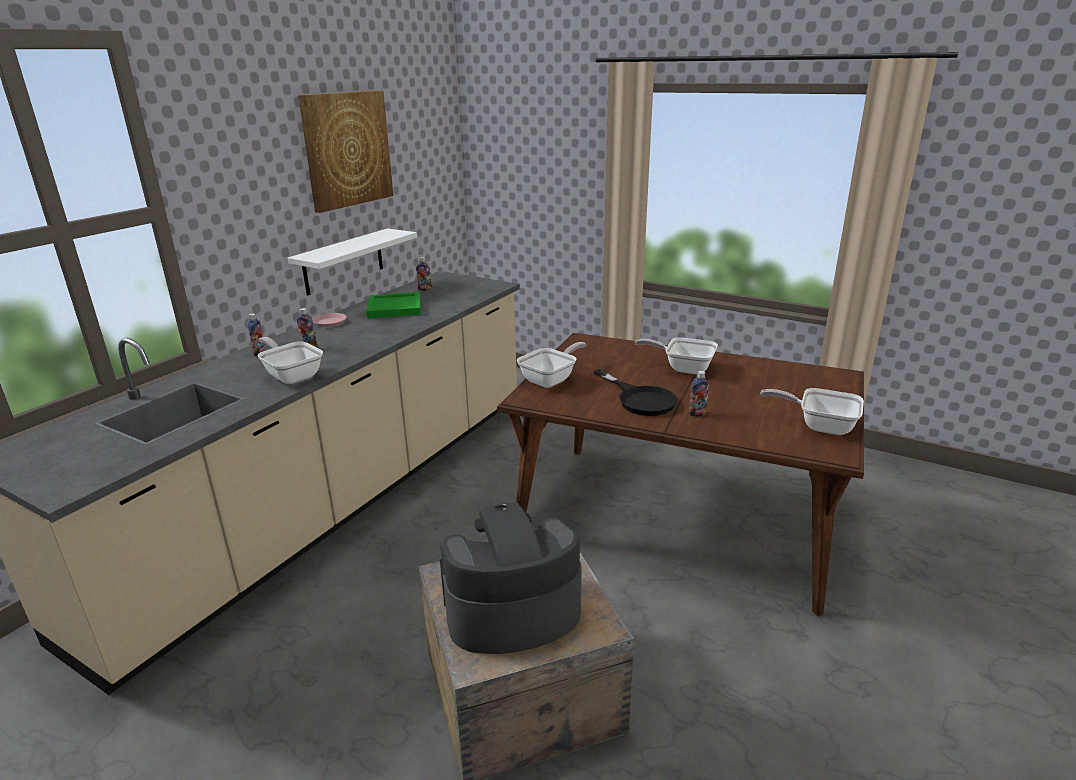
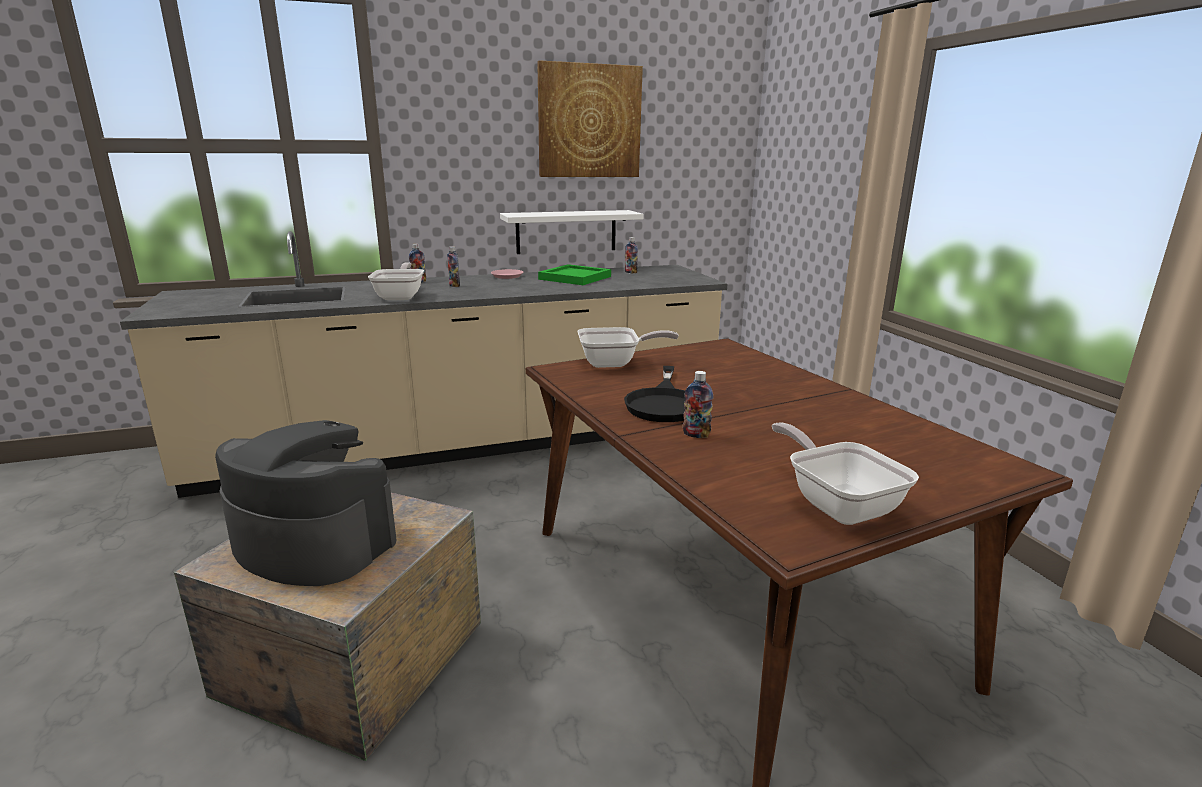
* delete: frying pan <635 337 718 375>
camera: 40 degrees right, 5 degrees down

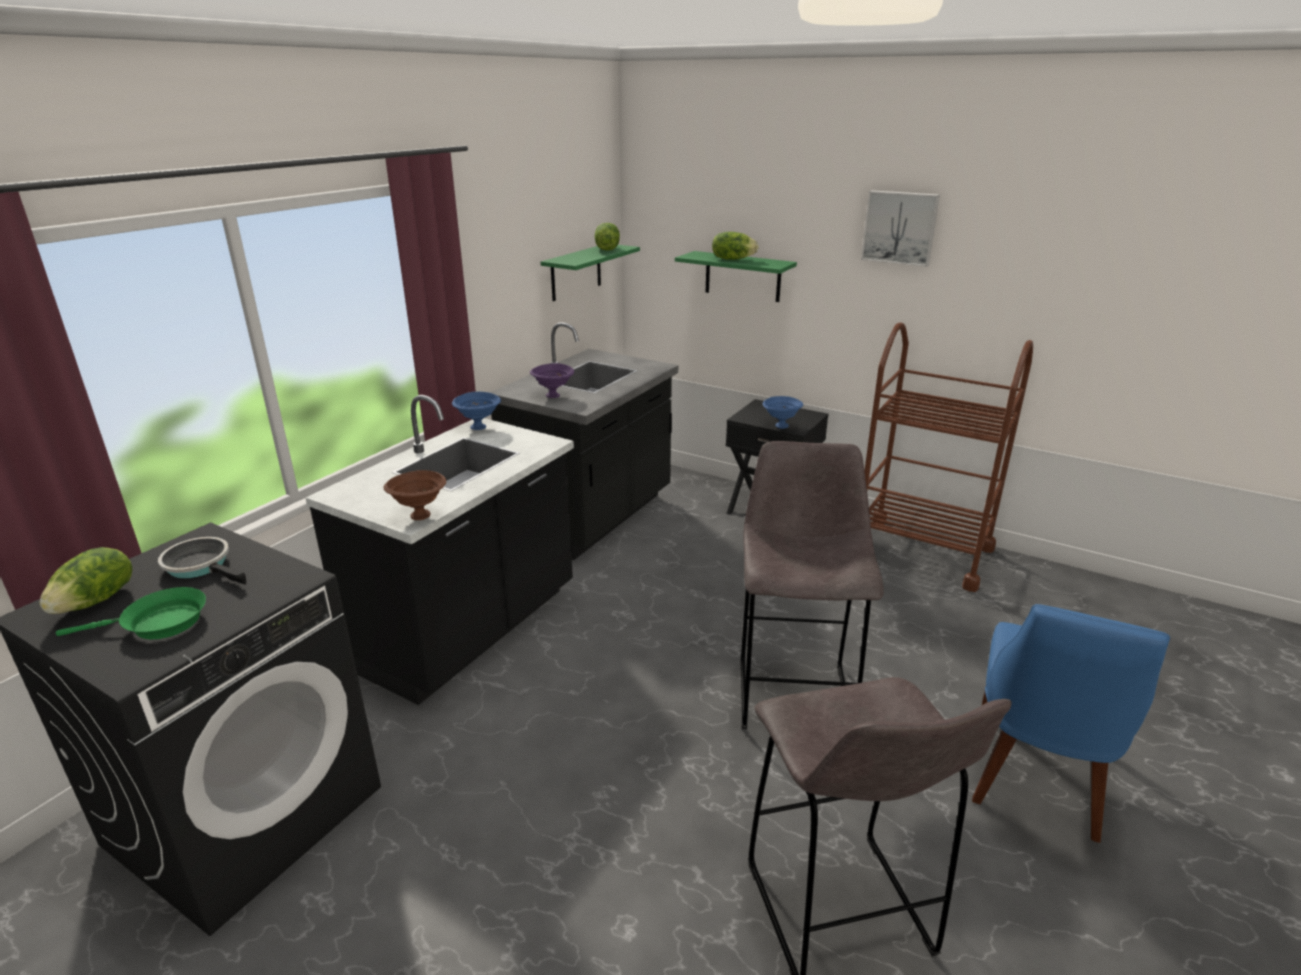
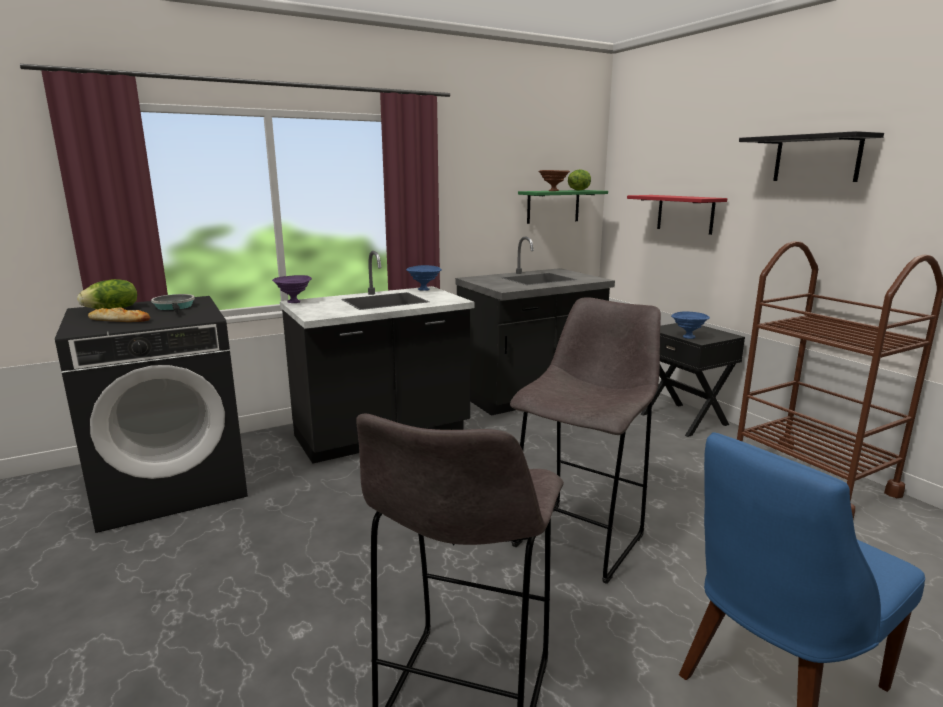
* replace: picture <861 190 940 267> to black shelf <739 131 884 182>
* delete: lettuce <712 232 759 260>
* recolor: green shelf <675 251 797 302> to red shelf <627 195 727 235>
* move: purple bowl <530 363 574 398> to <272 275 312 303>
* move: brown bowl <383 470 446 520> to <539 170 570 191>
* replace: green frying pan <56 587 206 639> to bread <88 307 150 322>
camera: 30 degrees right, 10 degrees down

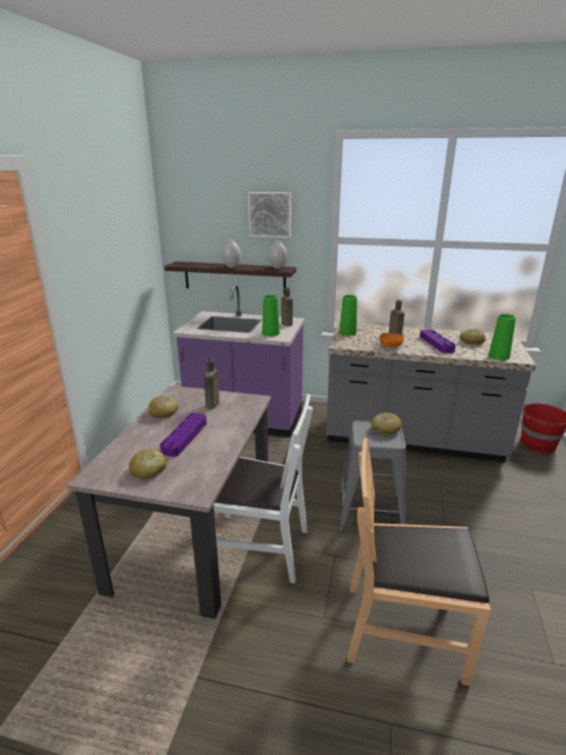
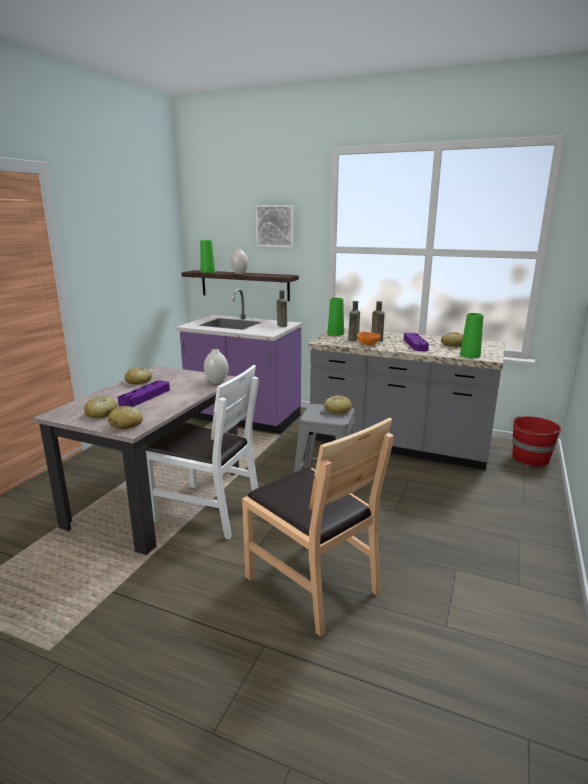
* move: white vase <268 240 287 269> to <204 349 228 384>
* move: green vase <262 295 280 336> to <200 240 215 273>
* move: brown bottle <204 359 219 409> to <348 301 360 341>
* rotate: brown chair <347 438 491 686> = <242 418 394 636> 150 degrees counterclockwise
* insert: bread <108 406 143 429>
camera: 10 degrees right, 5 degrees down

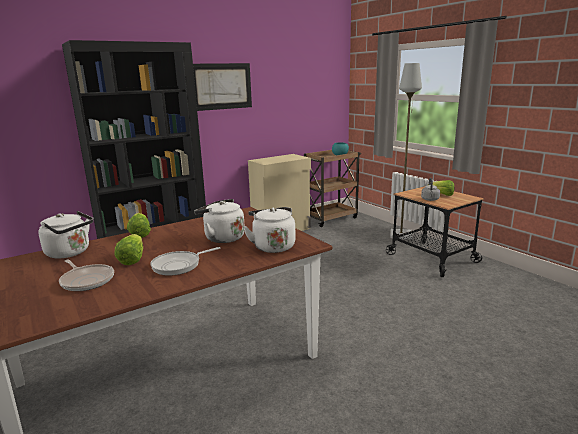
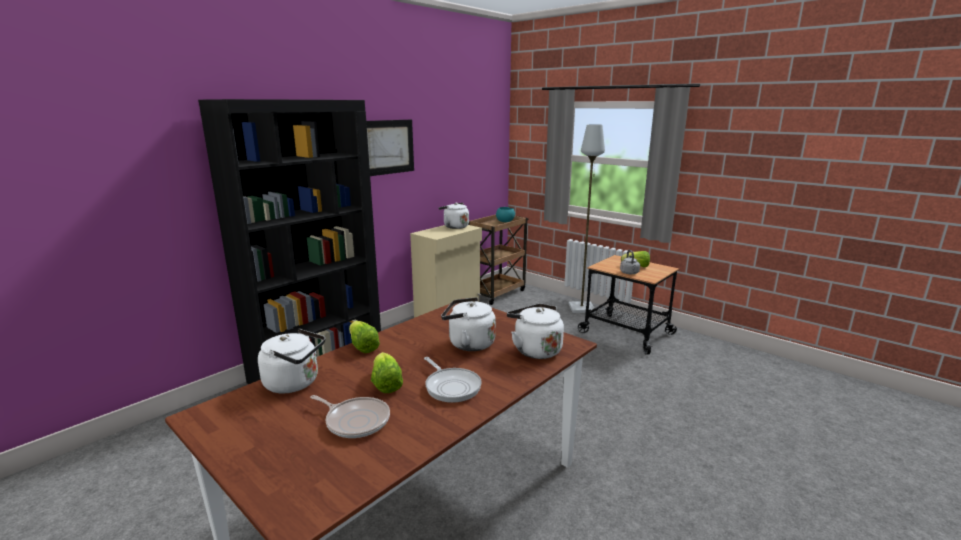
* rotate: frying pan <150 247 220 276> = <424 357 482 403> 75 degrees counterclockwise
* insert: white kettle <439 203 469 229>
camera: 15 degrees left, 0 degrees up

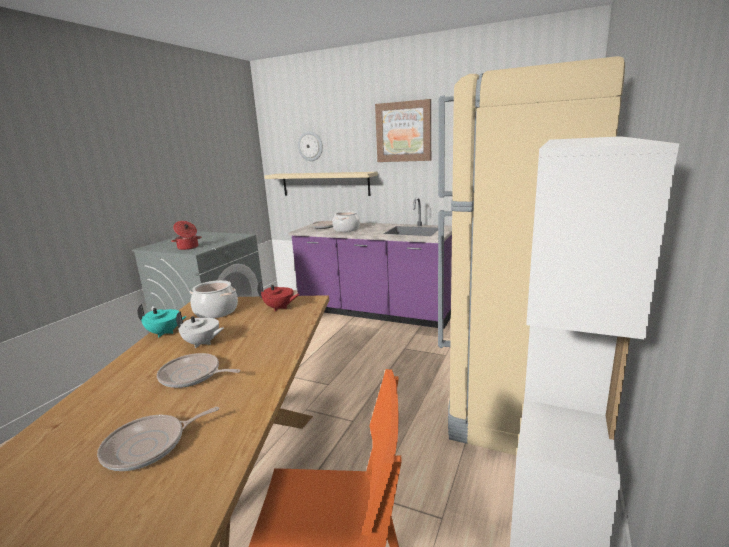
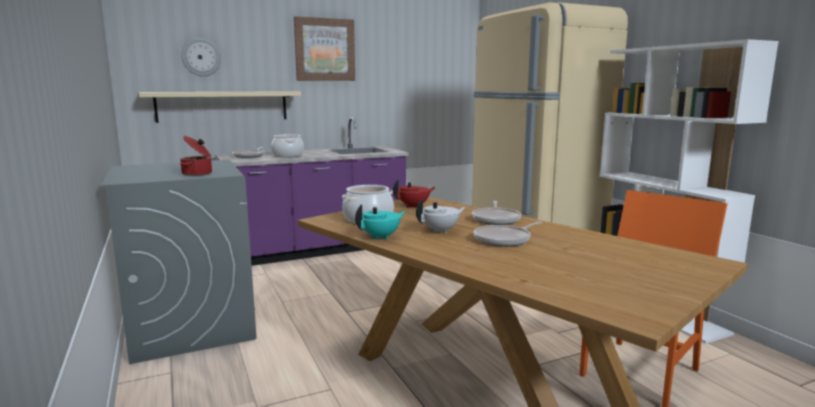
* move: frying pan <97 407 219 471> to <472 201 521 225>
camera: 50 degrees left, 5 degrees down

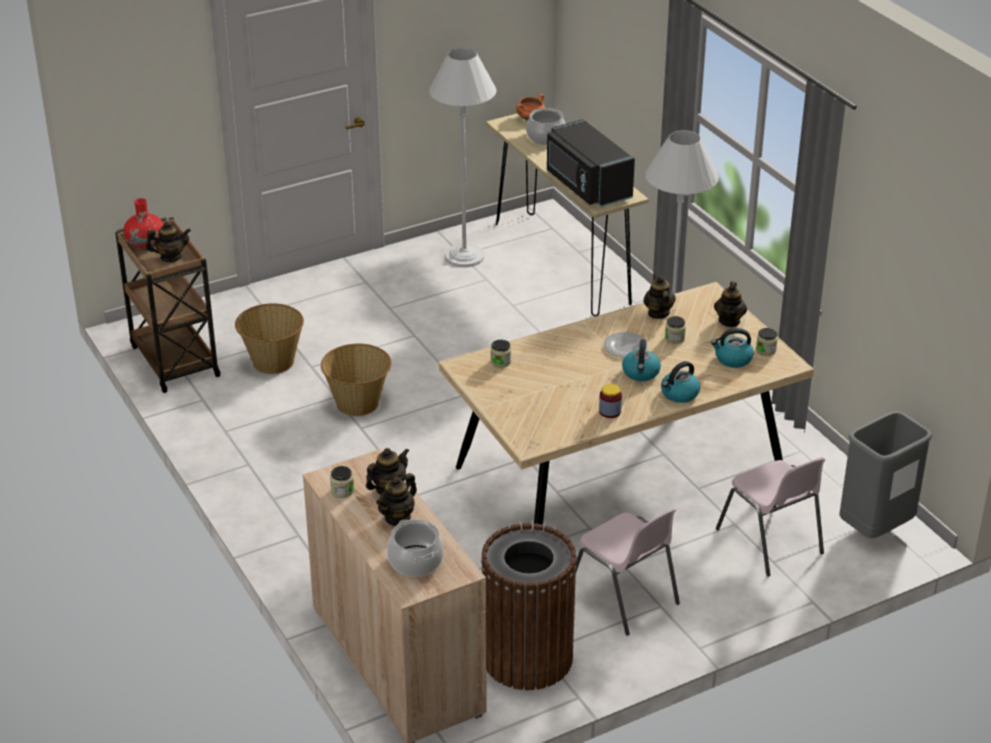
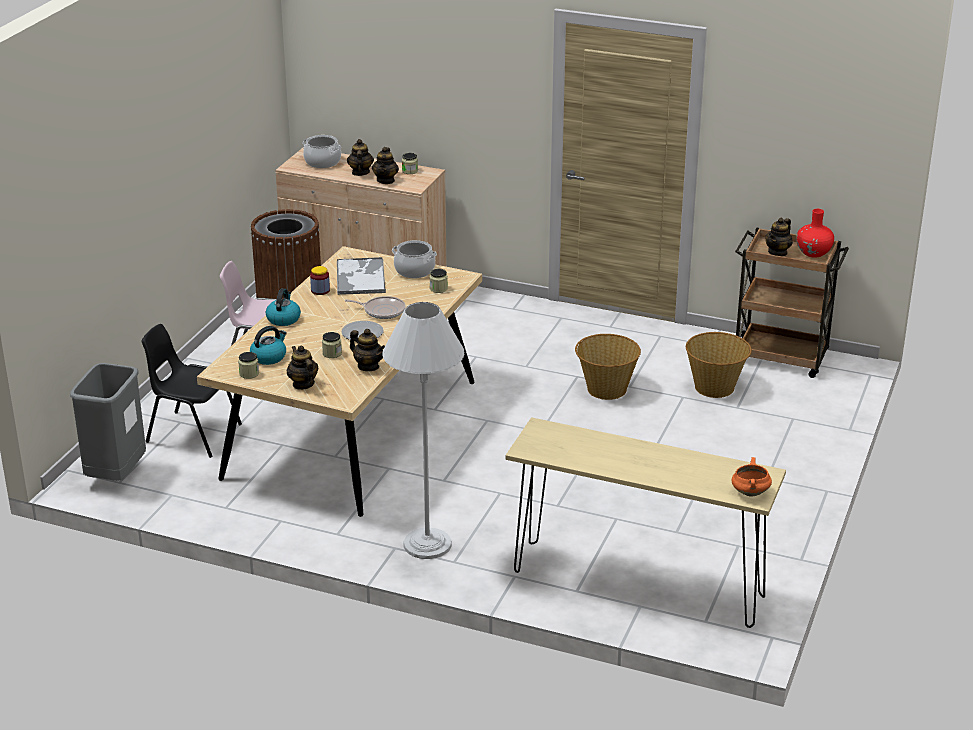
* delete: white floor lamp <429 48 496 267>
* move: cooking pot <526 108 566 145> to <392 240 437 278>
* delete: black microwave <547 119 635 207>
* delete: kettle <622 339 661 381>
* recolor: pink chair <716 457 825 577> to black chair <142 324 242 458>
* insert: tray <337 257 386 295>
* insert: frying pan <345 296 406 319>
camera: 140 degrees right, 5 degrees down

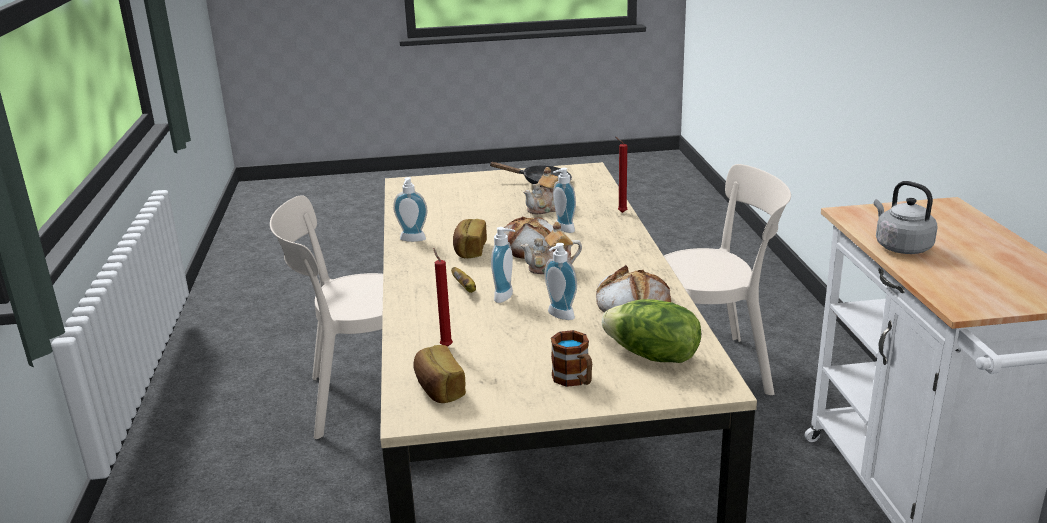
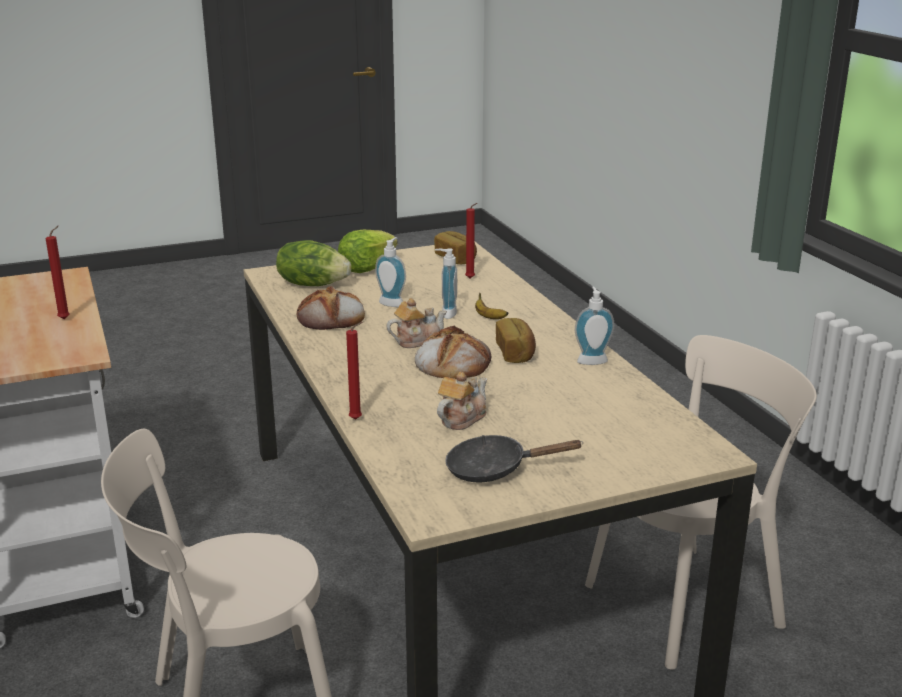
* delete: soap dispenser <553 168 576 233>
* replace: grey kettle <874 181 938 254> to red candle <46 226 70 319>
* replace: mug <551 330 592 387> to lettuce <338 230 398 273>
camera: 165 degrees right, 0 degrees up

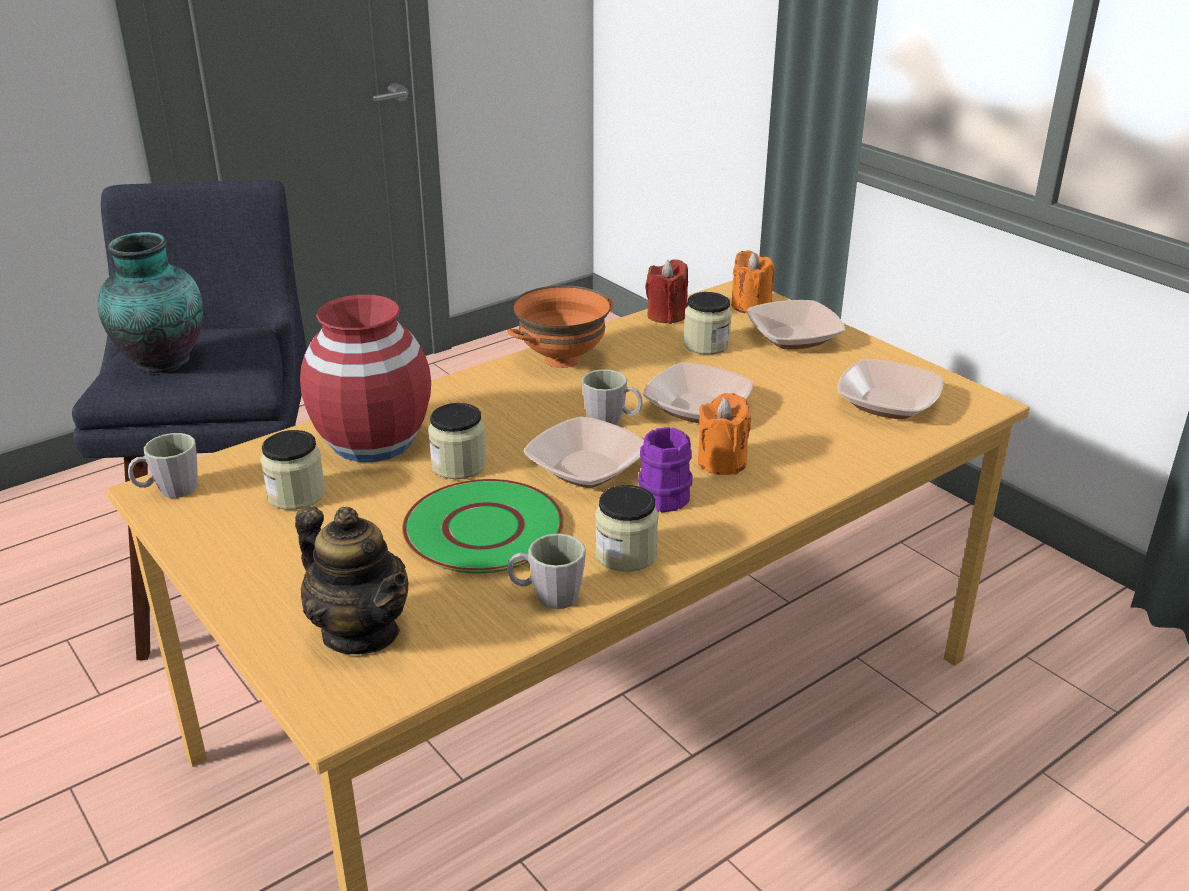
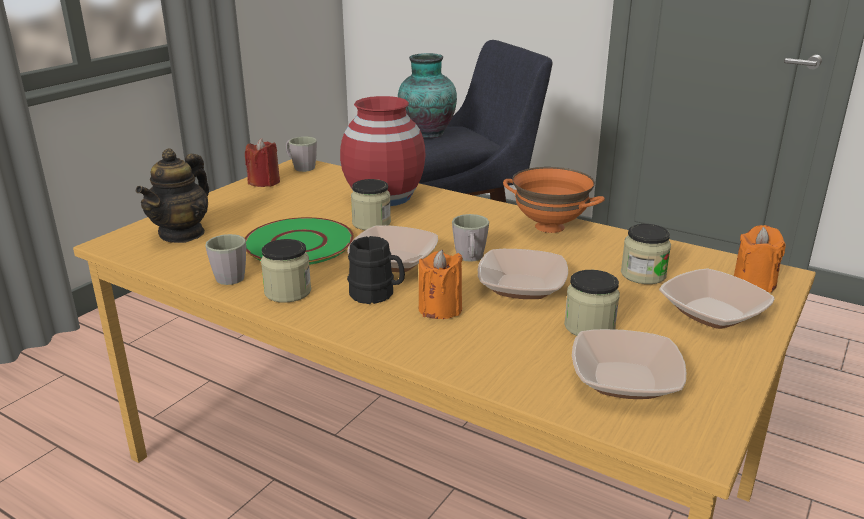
* move: red candle <645 259 688 324> to <245 138 280 187>
* recolor: purple mug <638 427 693 513> to black mug <347 236 405 304>
* move: jar <260 430 326 510> to <564 270 620 336>
camera: 70 degrees right, 5 degrees down

